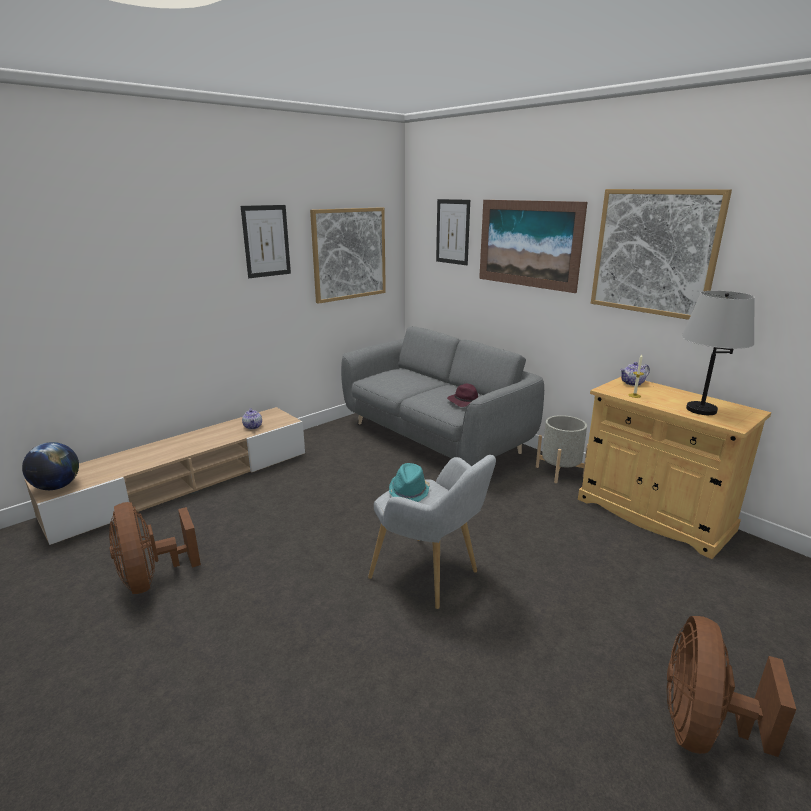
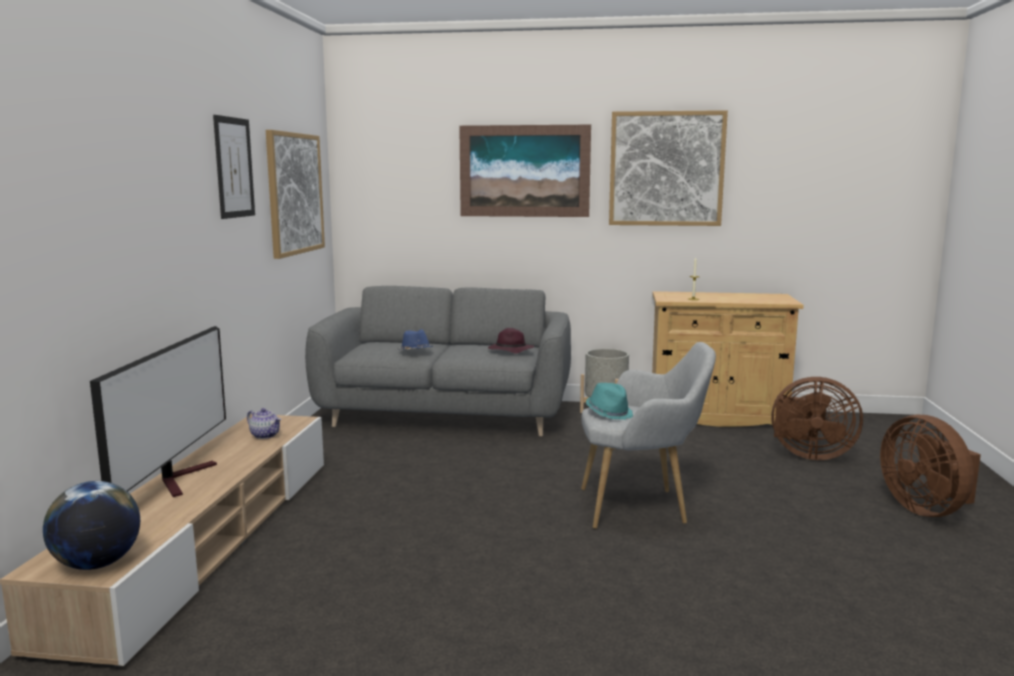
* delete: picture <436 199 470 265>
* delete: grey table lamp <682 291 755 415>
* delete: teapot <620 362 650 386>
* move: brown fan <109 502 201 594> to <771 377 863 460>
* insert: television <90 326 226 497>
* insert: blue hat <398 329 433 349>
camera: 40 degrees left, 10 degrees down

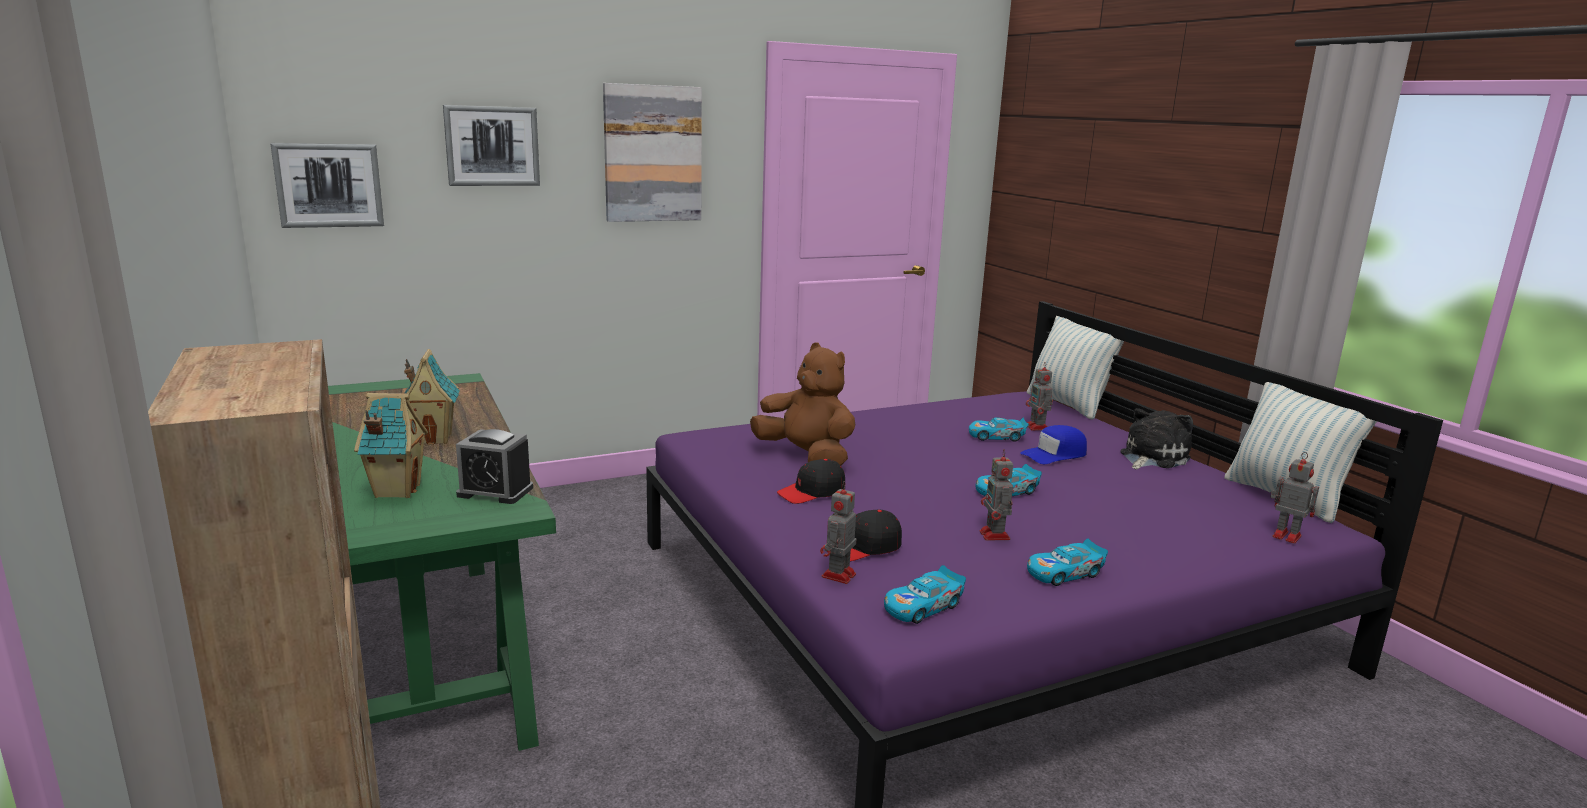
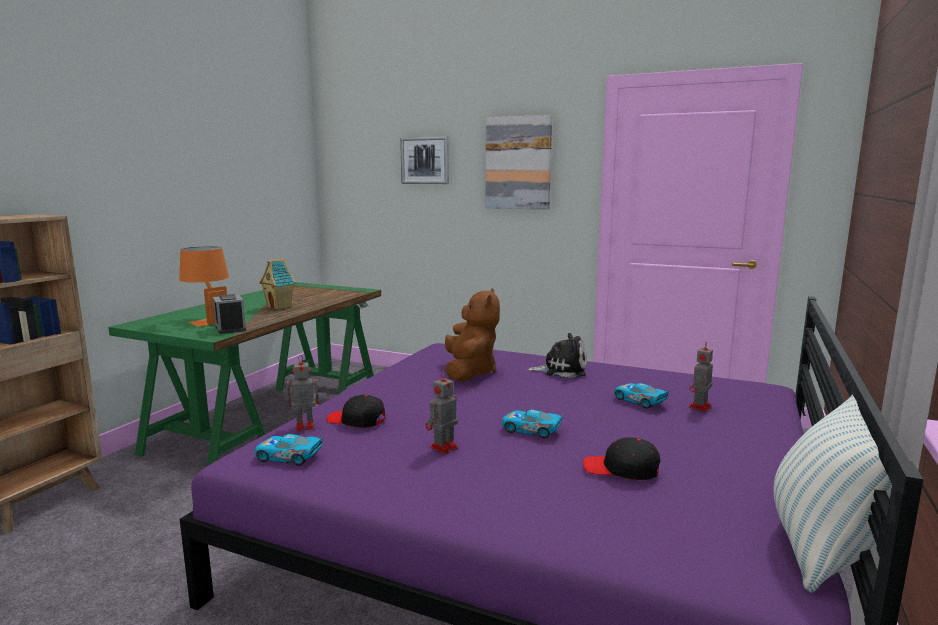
* delete: picture <270 143 384 228>
* delete: pillow <1027 316 1124 420>
* replace: toy house <354 393 428 498> to orange table lamp <179 246 229 327>
* move: plush toy <1120 408 1193 469> to <527 333 587 378>
* delete: blue cap <1020 425 1087 464>
* delete: toy robot <1270 452 1319 544>
* move: black cap <777 459 845 504> to <583 437 660 480>
* delete: toy car <1027 539 1108 586>
camera: 50 degrees right, 5 degrees down

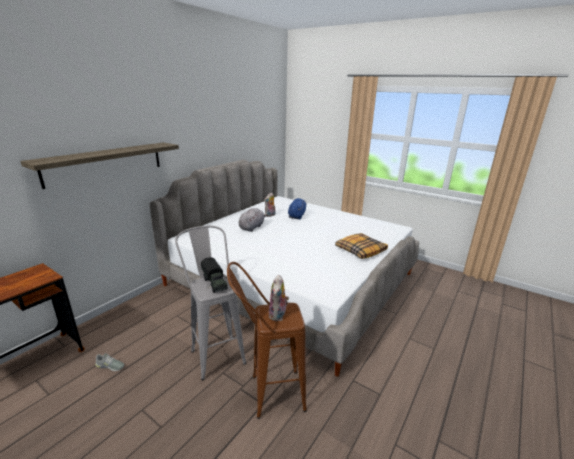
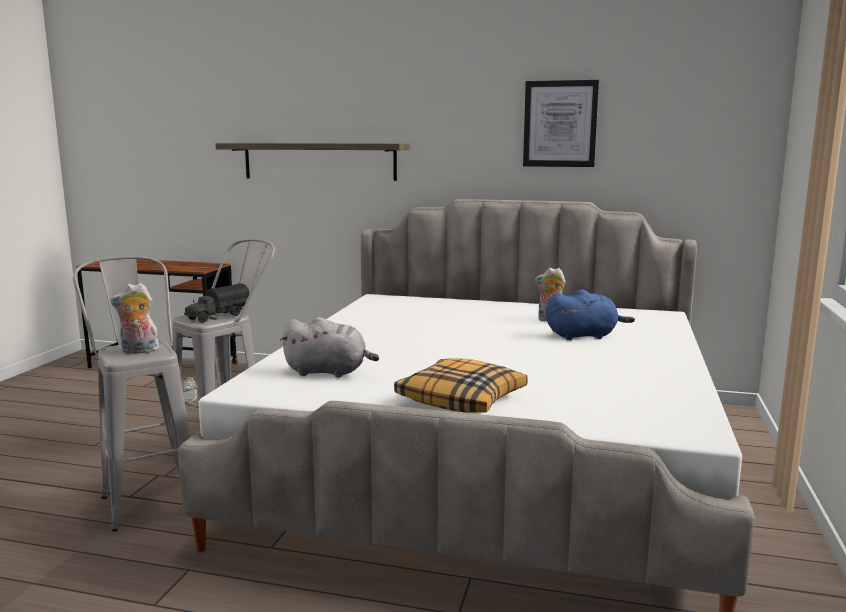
* move: grey plush toy <239 208 268 232> to <280 317 379 378>
* recolor: brown stool <227 262 307 419> to grey stool <73 256 191 532>
* insert: picture <523 80 599 167>
camera: 70 degrees right, 10 degrees down

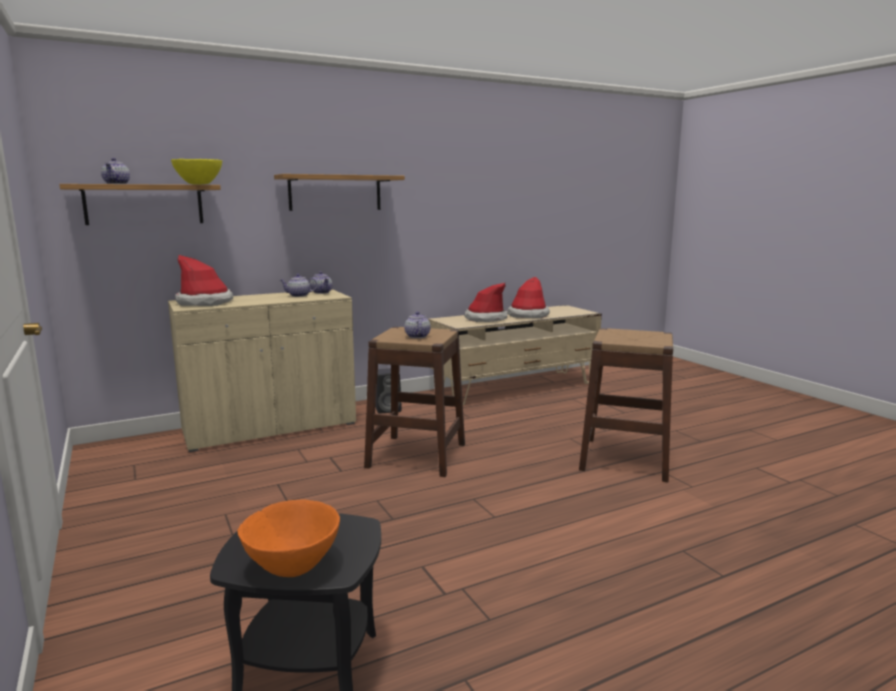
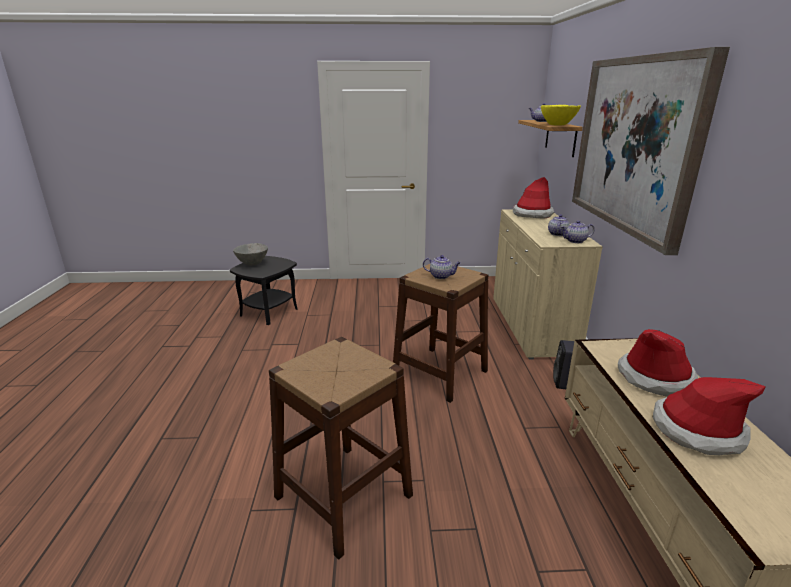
* replace: shelf <274 174 405 211> to picture <572 47 730 255>
* recolor: orange bowl <237 500 340 577> to grey bowl <233 243 268 265>
camera: 115 degrees right, 10 degrees up

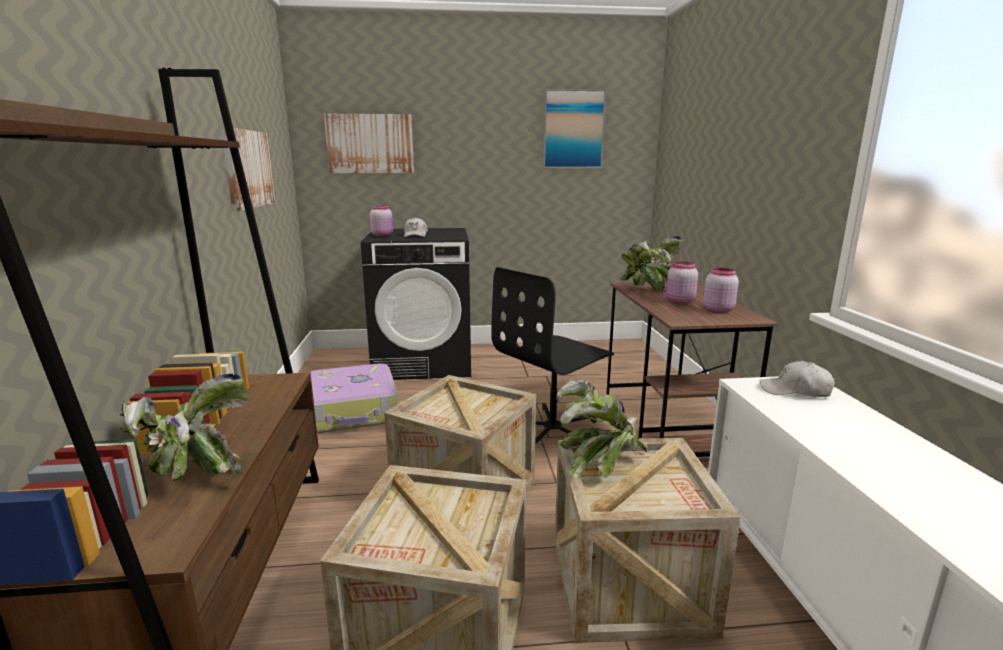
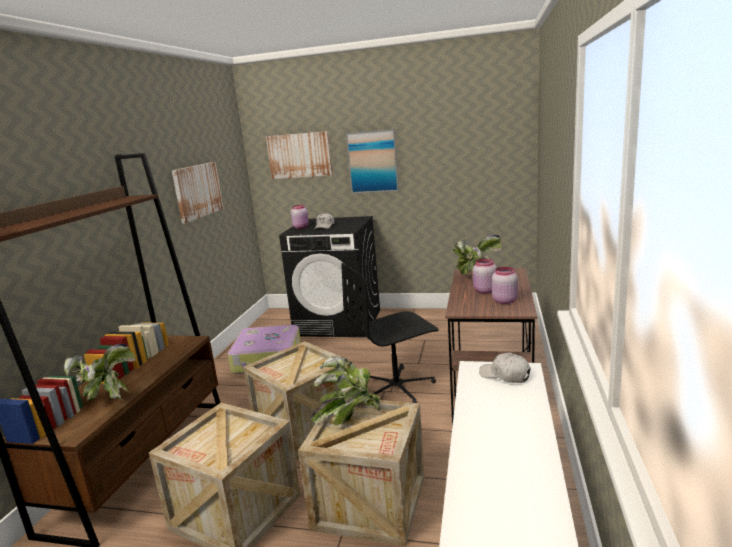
* move: picture <543 89 606 168> to <346 129 399 194>
camera: 20 degrees right, 0 degrees up

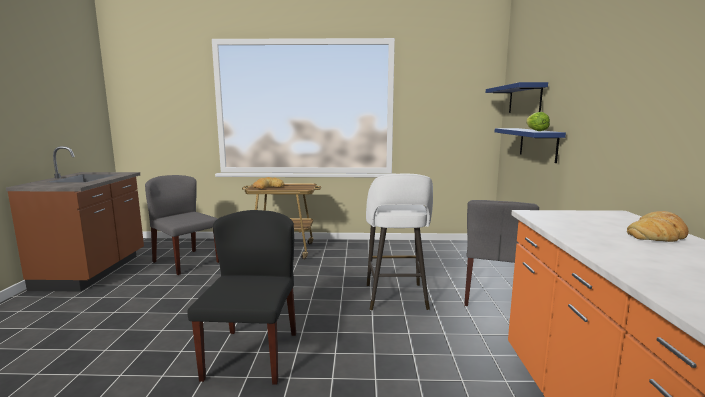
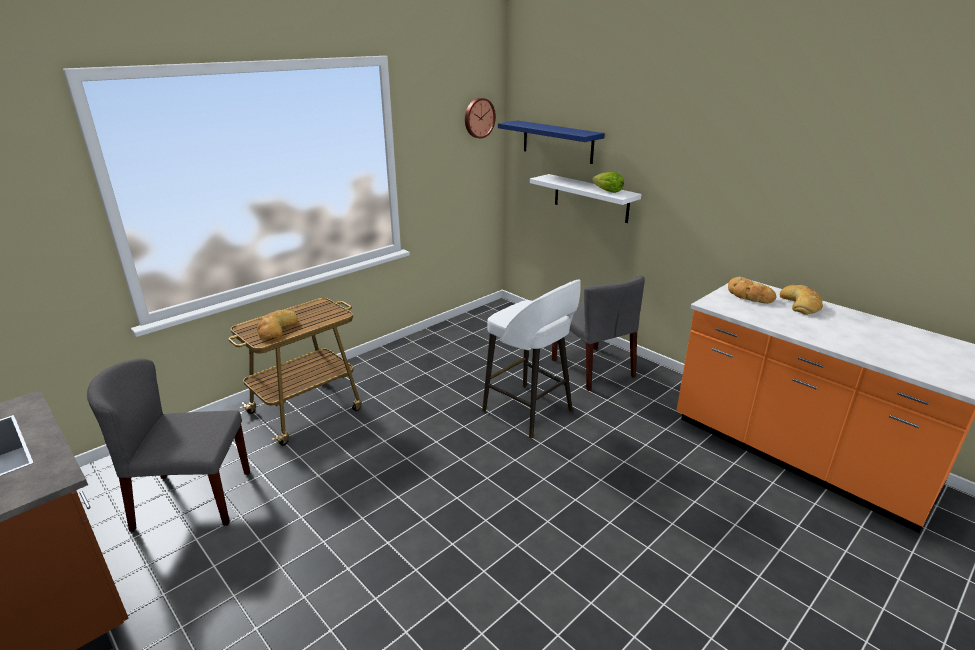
* recolor: blue shelf <495 128 566 163> to white shelf <530 174 641 223>
* delete: black chair <187 210 296 385>
* insert: wall clock <465 98 496 138>
* insert: bread <728 277 776 304>
camera: 45 degrees left, 15 degrees up

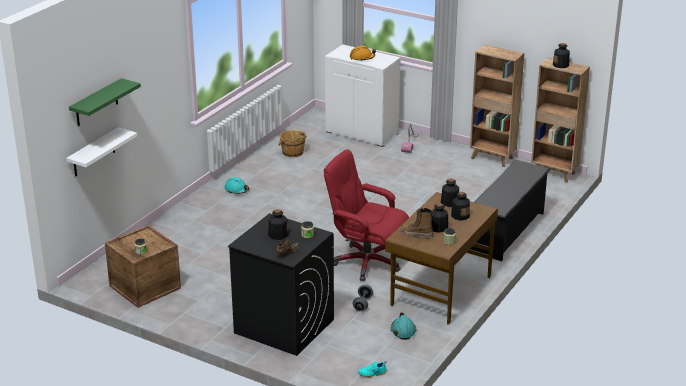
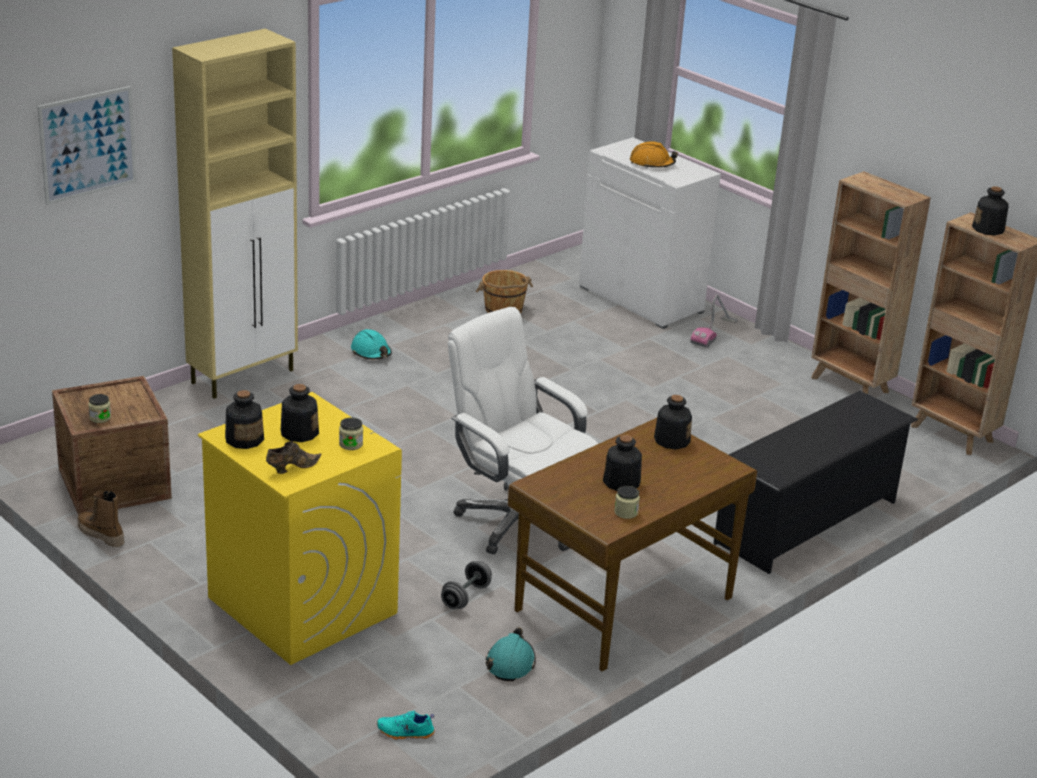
* replace: green shelf <69 78 141 126> to picture <37 86 136 205>
* delete: white shelf <66 127 137 176>
* recolor: red office chair <324 150 409 281> to white office chair <448 307 598 554>
* move: bottle <451 192 470 220> to <225 390 264 449>
* move: boot <401 208 433 239> to <78 491 125 547>
* recolor: black washing machine <228 213 334 356> to yellow washing machine <198 392 402 665>
* insert: beige cabinet <172 29 298 399>
camera: 15 degrees right, 0 degrees up

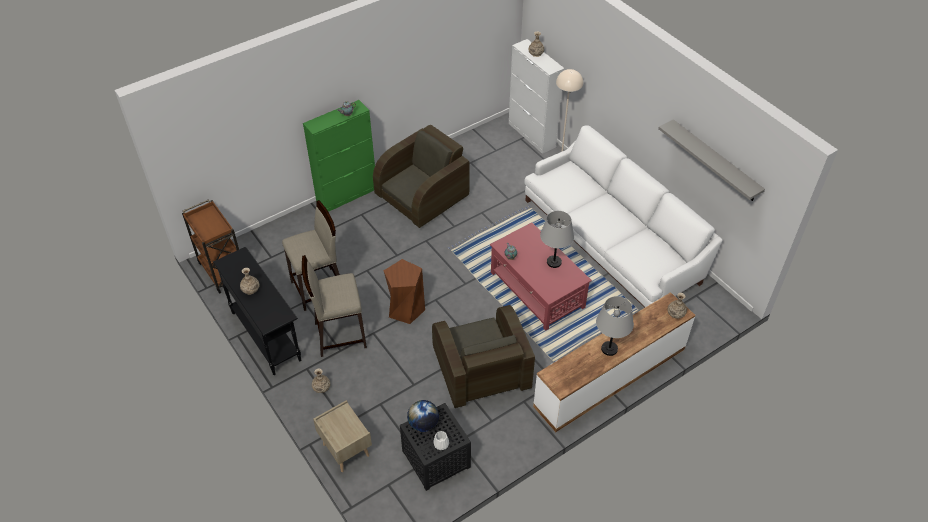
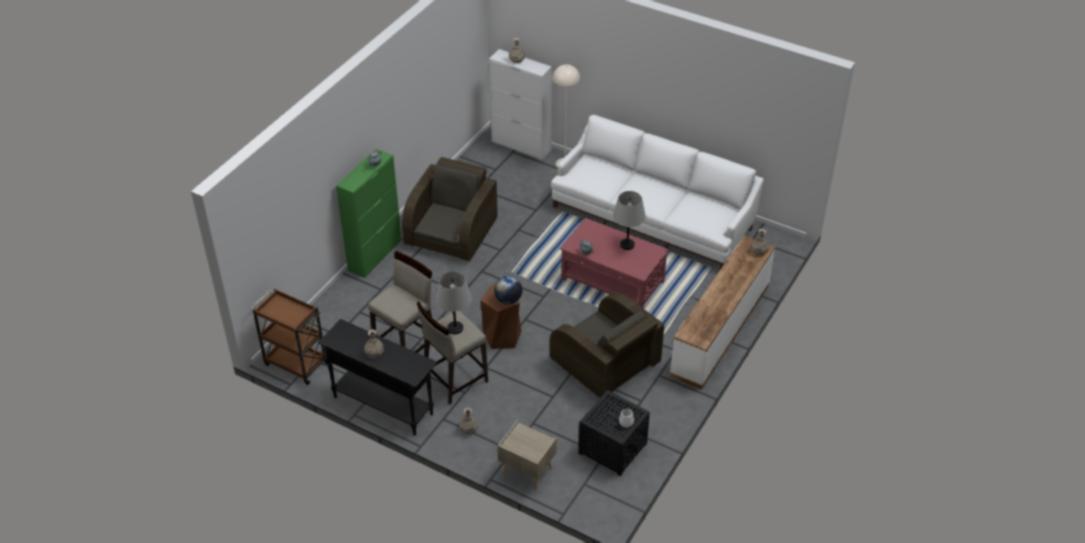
* delete: grey shelf <658 119 765 201>
* move: grey table lamp <596 296 634 356> to <435 271 472 334>
* move: globe <407 400 439 432> to <494 276 522 304>
camera: 25 degrees left, 5 degrees down

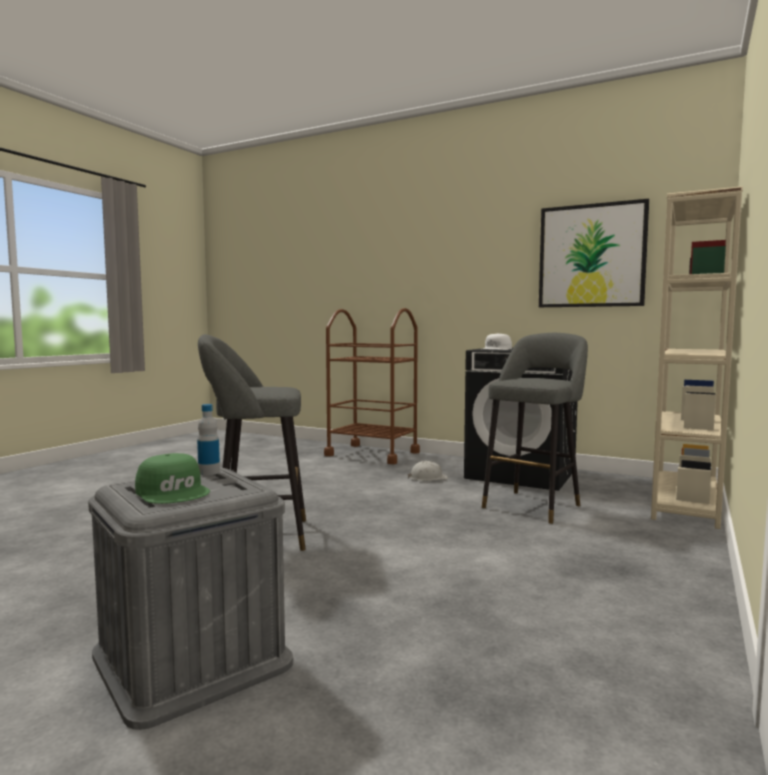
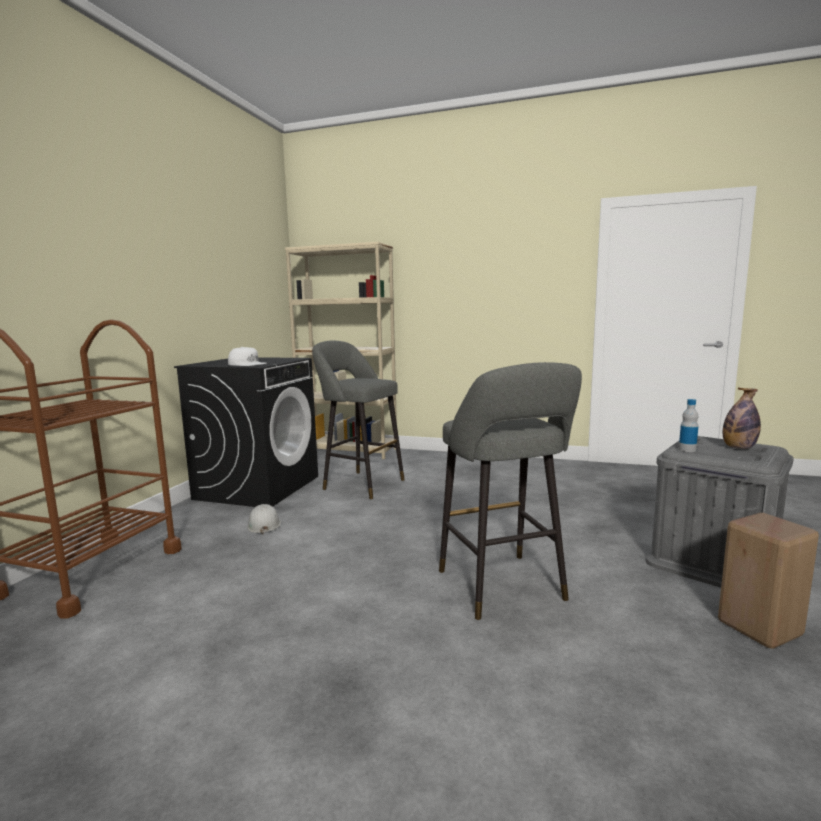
* delete: picture <539 199 649 307>
* replace: green cap <135 453 210 504> to bottle <723 388 761 449>
* insert: beige stool <718 513 819 649>
camera: 100 degrees left, 5 degrees up

